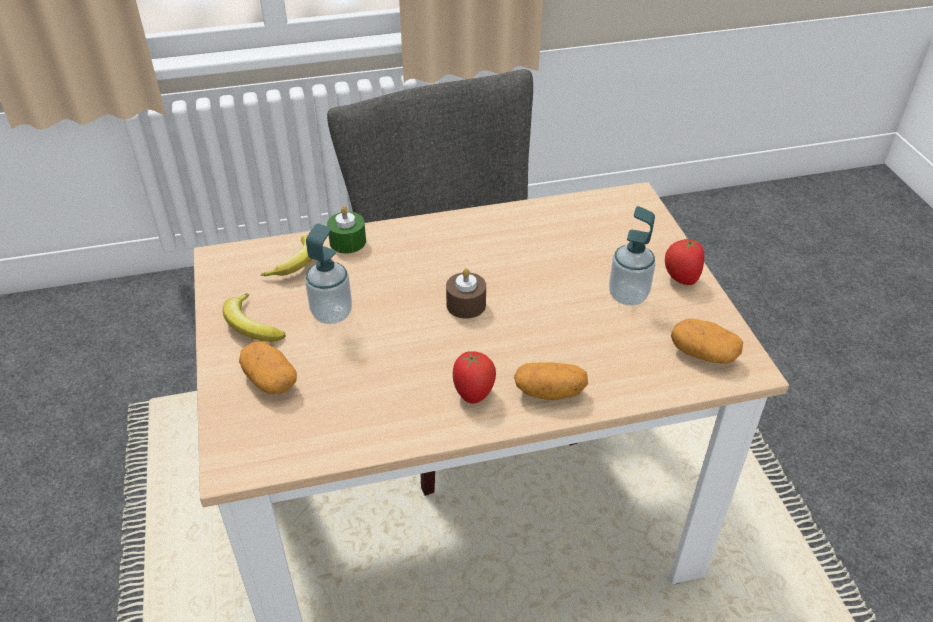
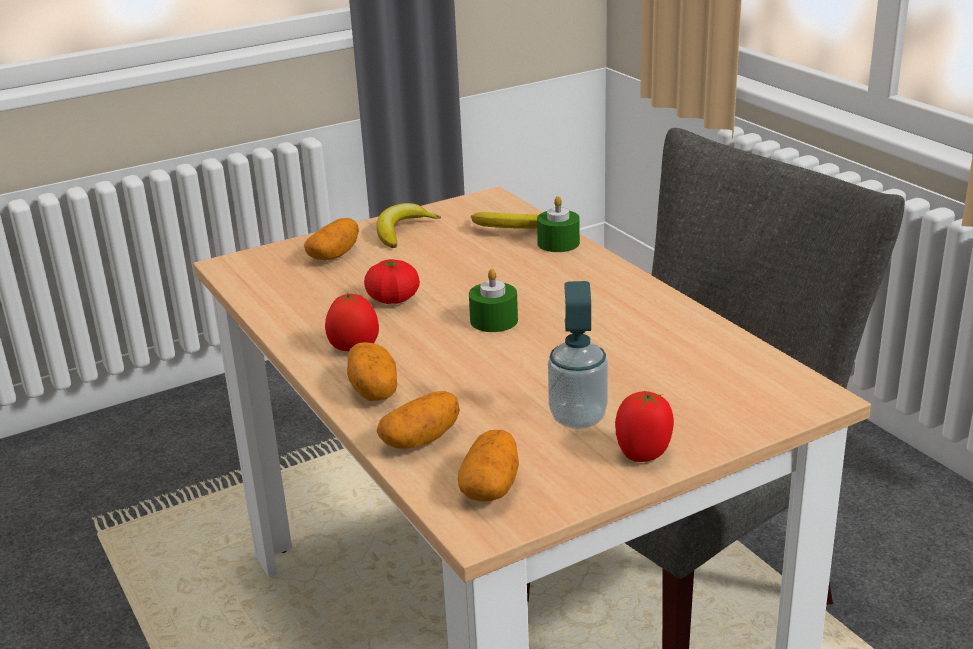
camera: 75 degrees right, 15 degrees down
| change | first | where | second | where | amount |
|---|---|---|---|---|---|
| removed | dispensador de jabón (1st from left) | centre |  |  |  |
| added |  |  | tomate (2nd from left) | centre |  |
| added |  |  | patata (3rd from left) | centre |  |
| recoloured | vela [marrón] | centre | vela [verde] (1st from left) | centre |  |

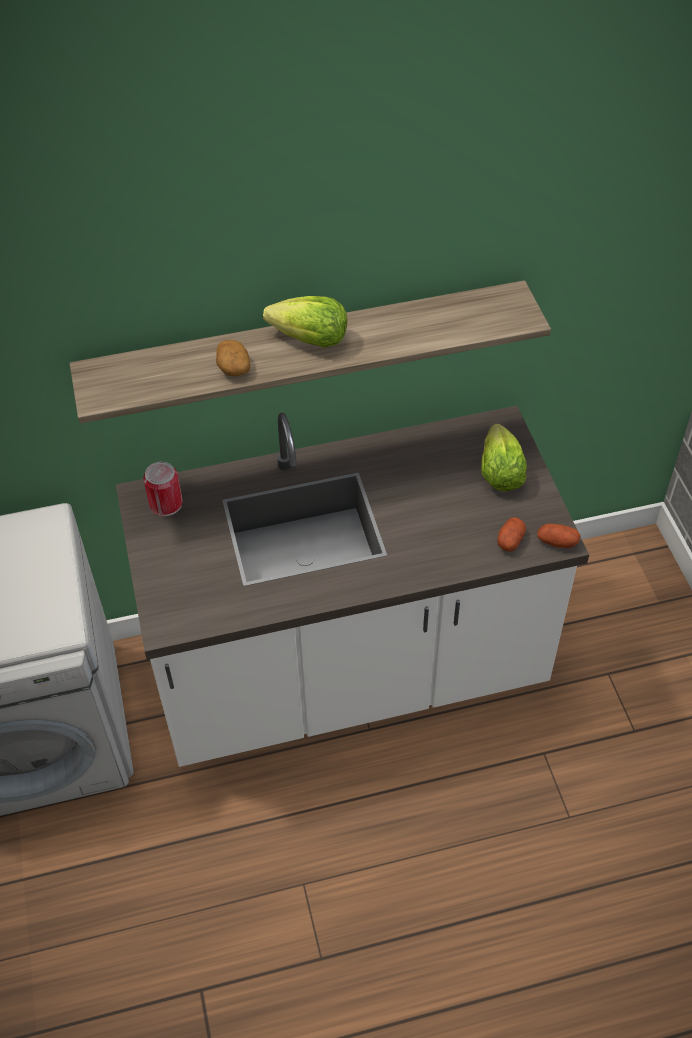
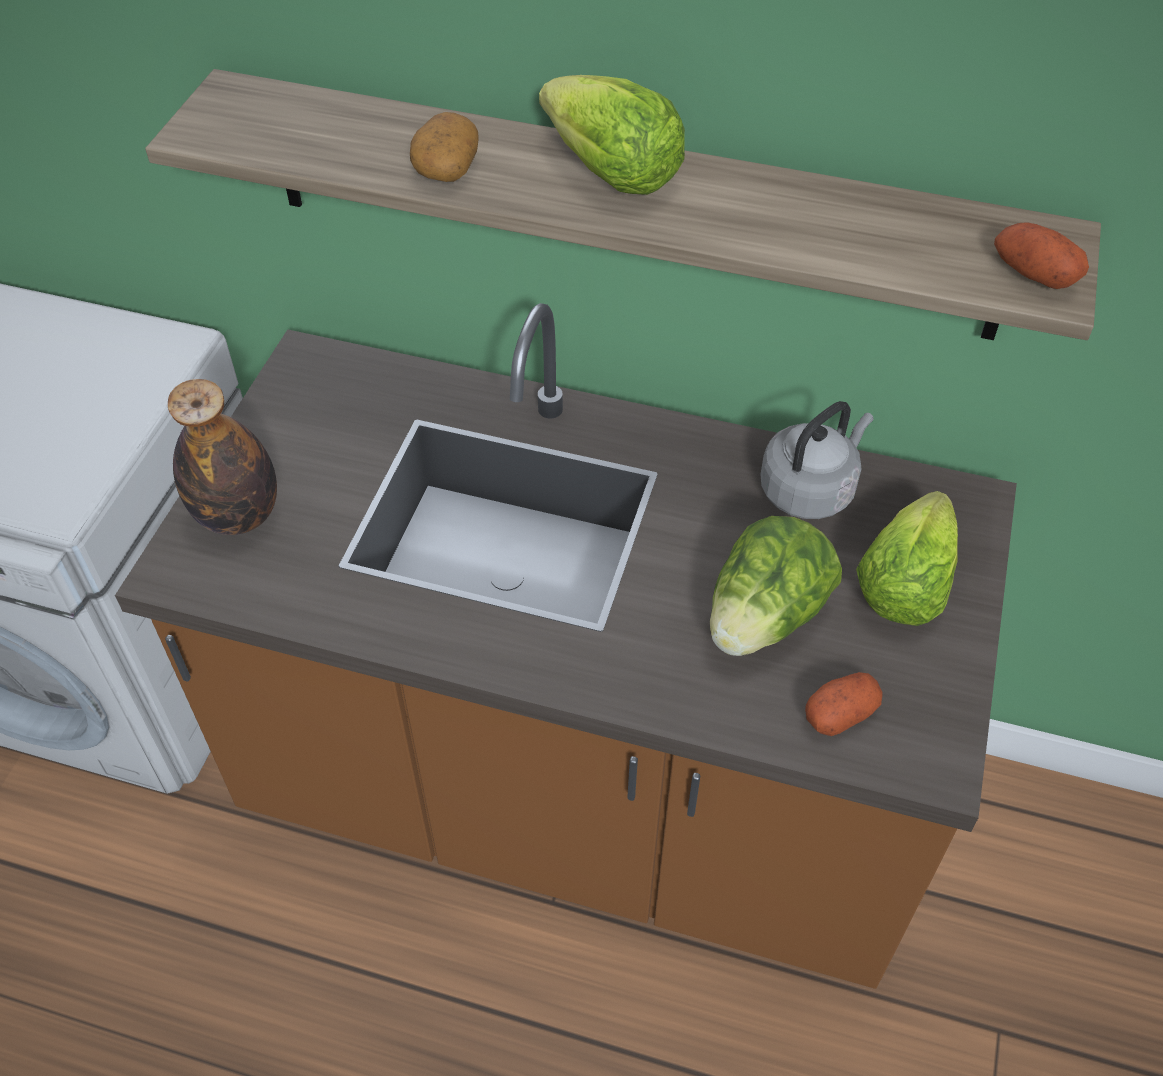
camera: 30 degrees right, 0 degrees up
| change | first | where | second | where | amount |
|---|---|---|---|---|---|
| removed | lata | middle left |  |  |  |
| added |  |  | botella | middle left |  |
| added |  |  | lechuga (2nd from left) | middle right |  |
| added |  |  | hervidor [gris] | middle right |  |
| moved | patata (3rd from left) | middle right |  | top right |  |
| recoloured | mueble bajo de cocina [blanco] | centre | mueble bajo de cocina [marrón] | centre |  |

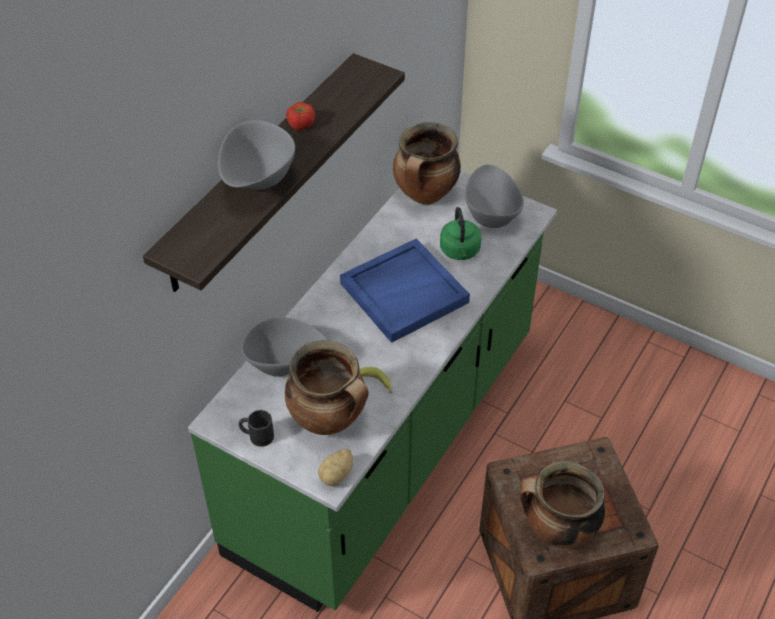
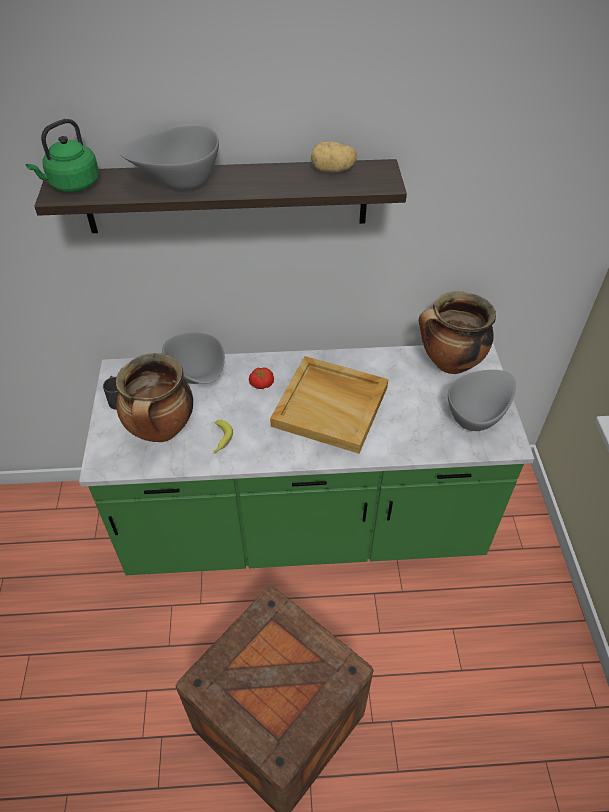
camera: 55 degrees right, 0 degrees up
| change | first | where | second | where | amount |
|---|---|---|---|---|---|
| removed | olla (3rd from left) | bottom right |  |  |  |
| moved | tomate | top centre |  | centre |  |
| moved | patata | bottom centre |  | top centre |  |
| moved | hervidor [verde] | centre |  | top left |  |
| recoloured | bandeja [azul] | centre | bandeja [beis] | centre |  |

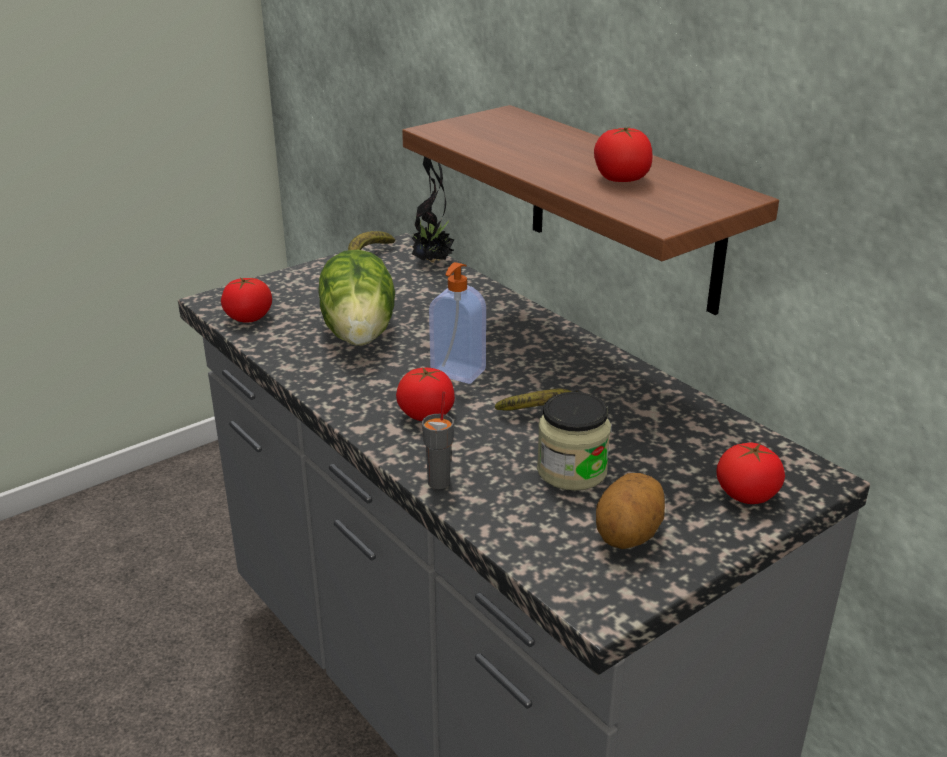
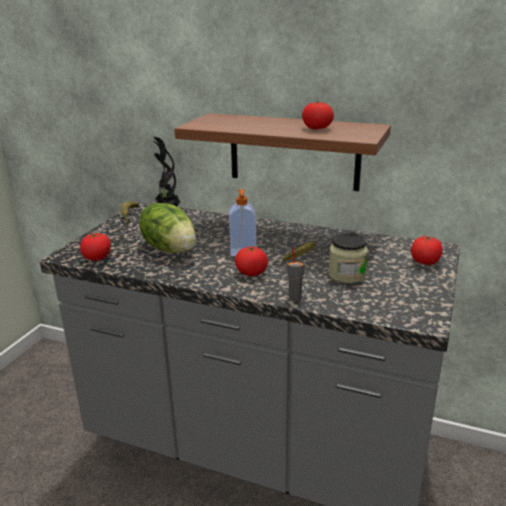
camera: 30 degrees left, 5 degrees down
| change | first | where | second | where | amount |
|---|---|---|---|---|---|
| removed | patata | bottom centre |  |  |  |

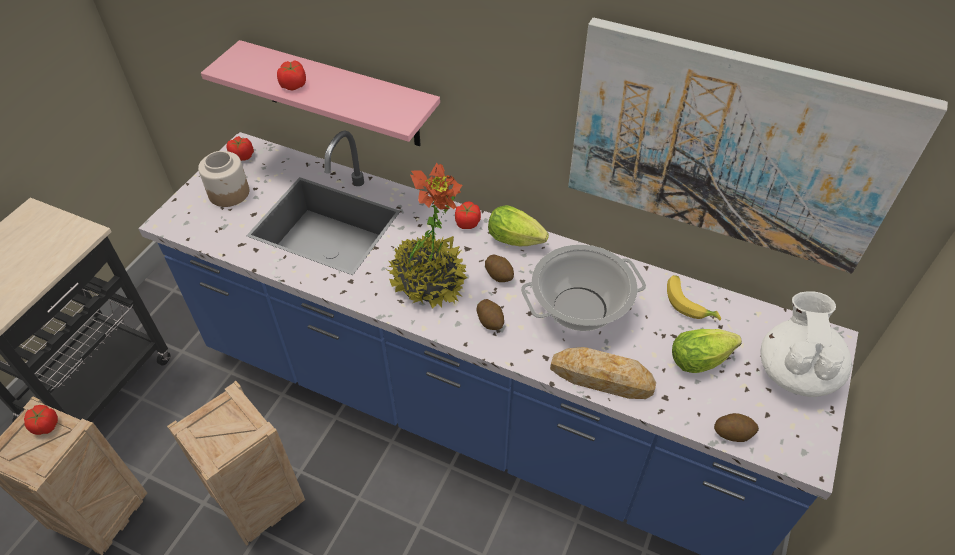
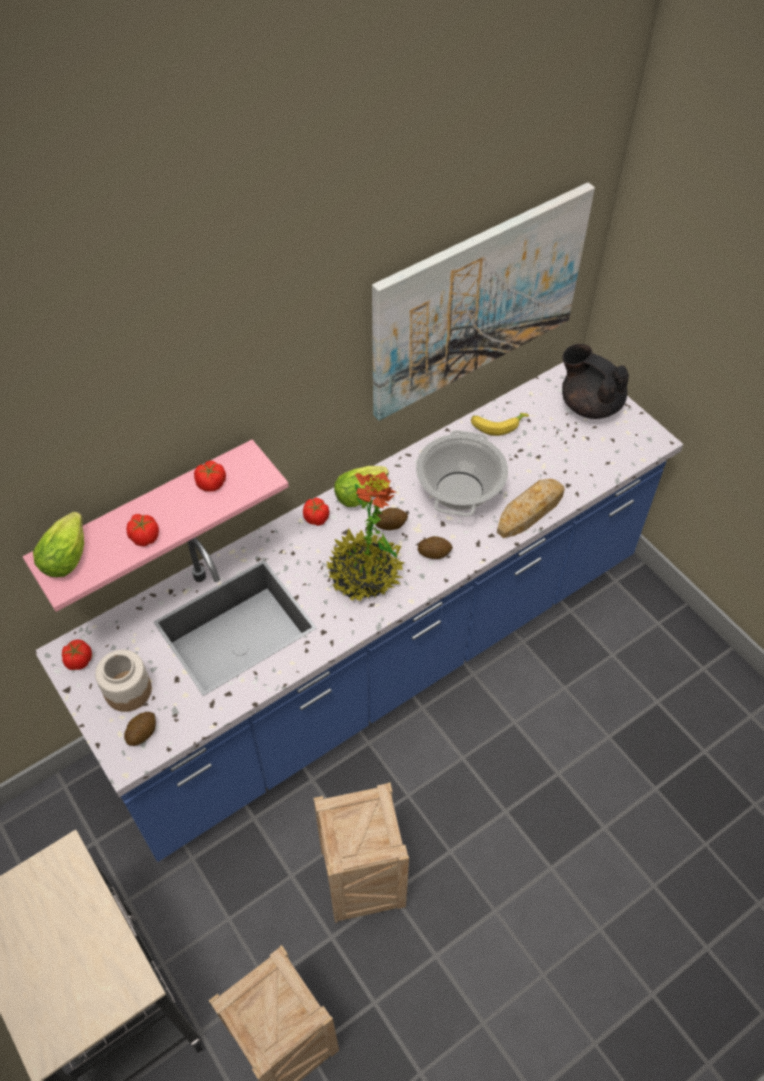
camera: 60 degrees left, 5 degrees up
| change | first | where | second | where | amount |
|---|---|---|---|---|---|
| moved | tomate (1st from left in the first image) | bottom left | tomate (3rd from left) | middle left |  |
| moved | lechuga (2nd from left in the first image) | middle right | lechuga (1st from left) | middle left |  |
| moved | patata (3rd from left in the first image) | bottom right | patata (1st from left) | bottom left |  |
| recoloured | tetera [blanco] | middle right | tetera [negro] | middle right |  |

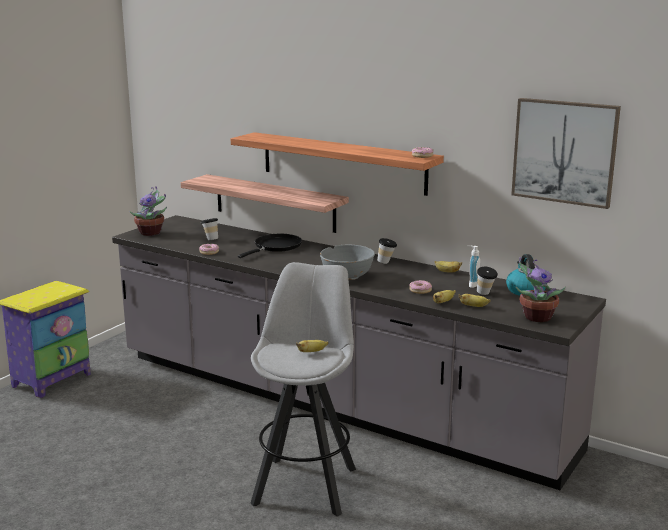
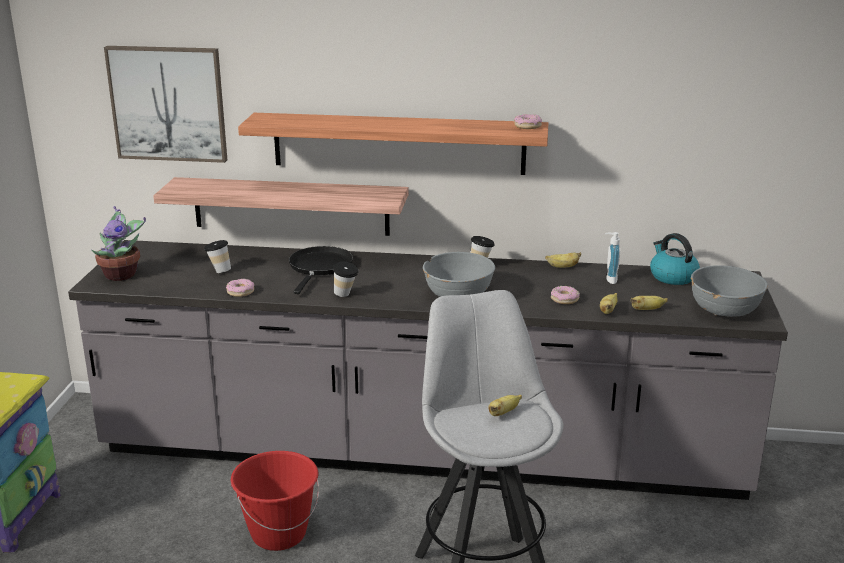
camera: 25 degrees left, 5 degrees up
| change | first | where | second | where | amount |
|---|---|---|---|---|---|
| added |  |  | cubo [rojo] | bottom left |  |
| moved | taza (3rd from left in the first image) | middle right | taza (2nd from left) | centre |  |
| moved | cuadro | top right |  | top left |  |
| replaced | planta en maceta (2nd from left) | middle right | cuenco [gris] (2nd from left) | middle right |  |

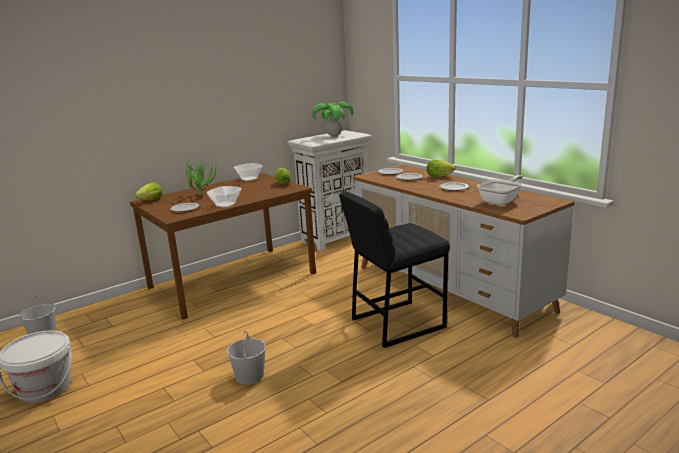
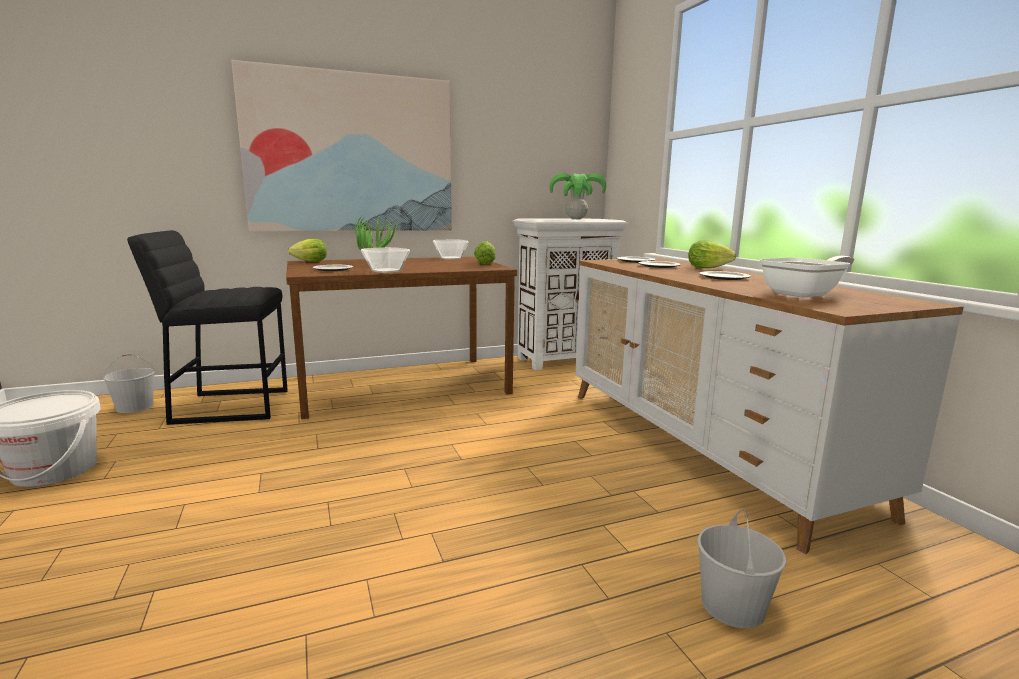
camera: 15 degrees right, 5 degrees down
| change | first | where | second | where | amount |
|---|---|---|---|---|---|
| added |  |  | cuadro | top centre |  |
| moved | cubo [blanco] (3rd from left) | bottom centre |  | bottom right |  |
| moved | silla [negro] | centre |  | middle left |  |

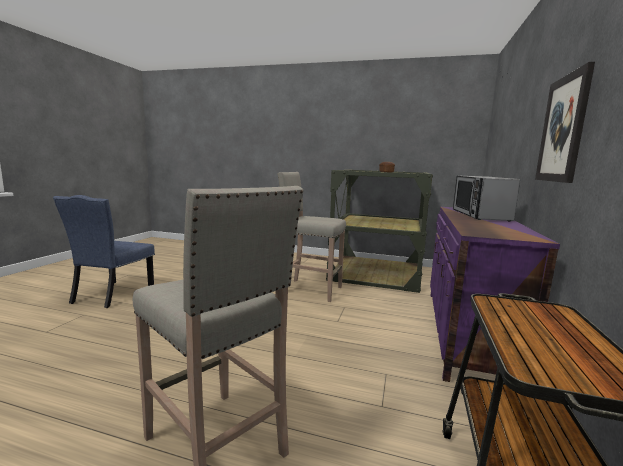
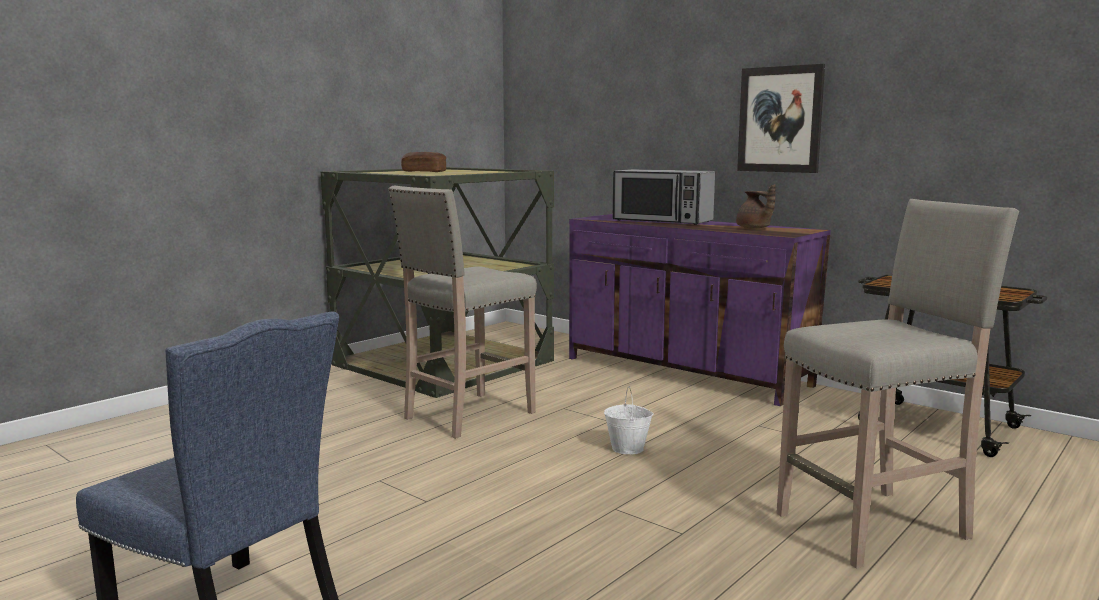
camera: 65 degrees left, 0 degrees up
| change | first | where | second | where | amount |
|---|---|---|---|---|---|
| added |  |  | cubo [blanco] | bottom centre |  |
| added |  |  | tetera [marrón] | middle right |  |

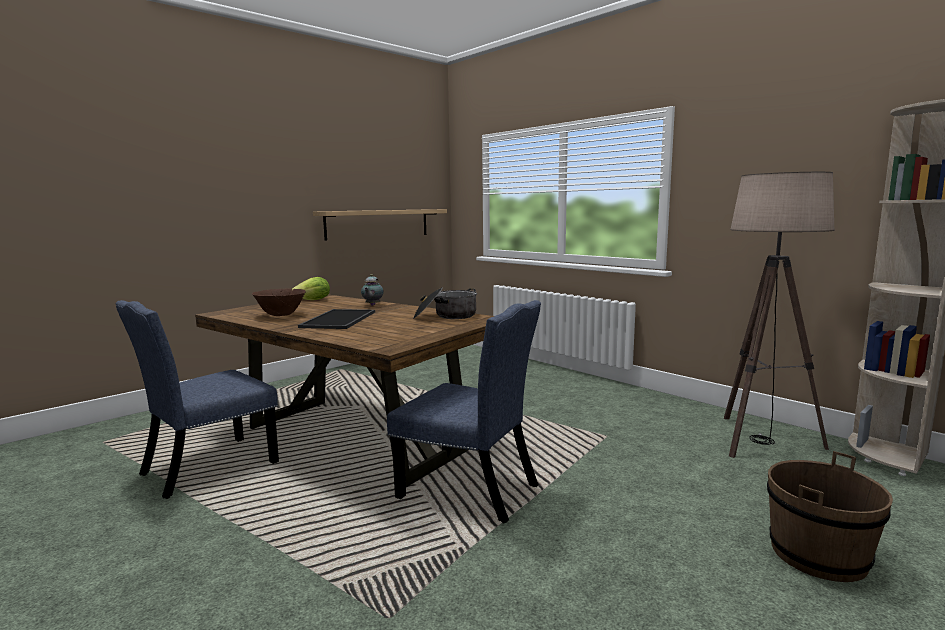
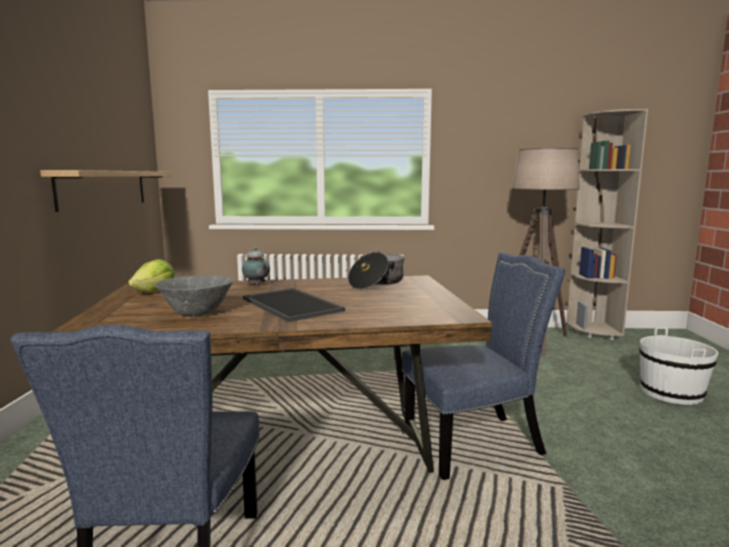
camera: 45 degrees left, 0 degrees up
| change | first | where | second | where | amount |
|---|---|---|---|---|---|
| recoloured | cuenco [marrón] | middle left | cuenco [gris] | middle left |  |
| recoloured | cubo [marrón] | bottom right | cubo [blanco] | bottom right |  |

